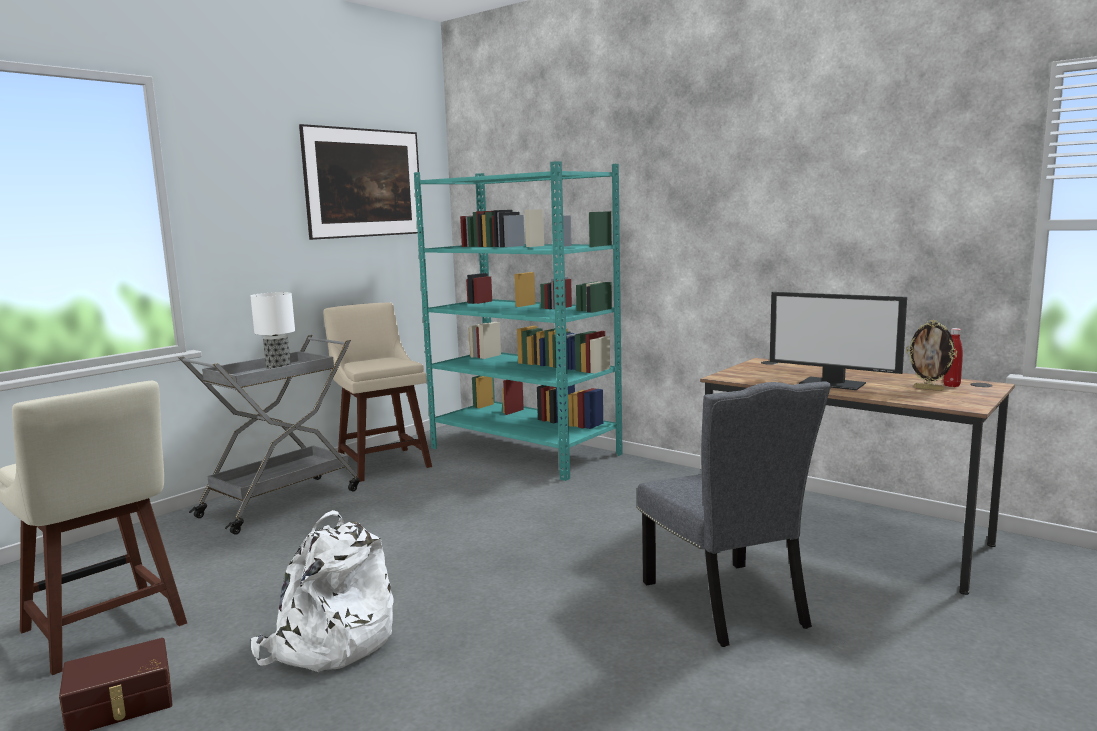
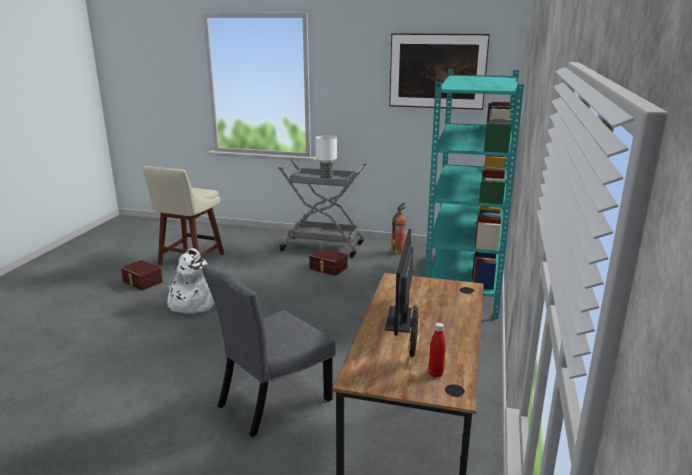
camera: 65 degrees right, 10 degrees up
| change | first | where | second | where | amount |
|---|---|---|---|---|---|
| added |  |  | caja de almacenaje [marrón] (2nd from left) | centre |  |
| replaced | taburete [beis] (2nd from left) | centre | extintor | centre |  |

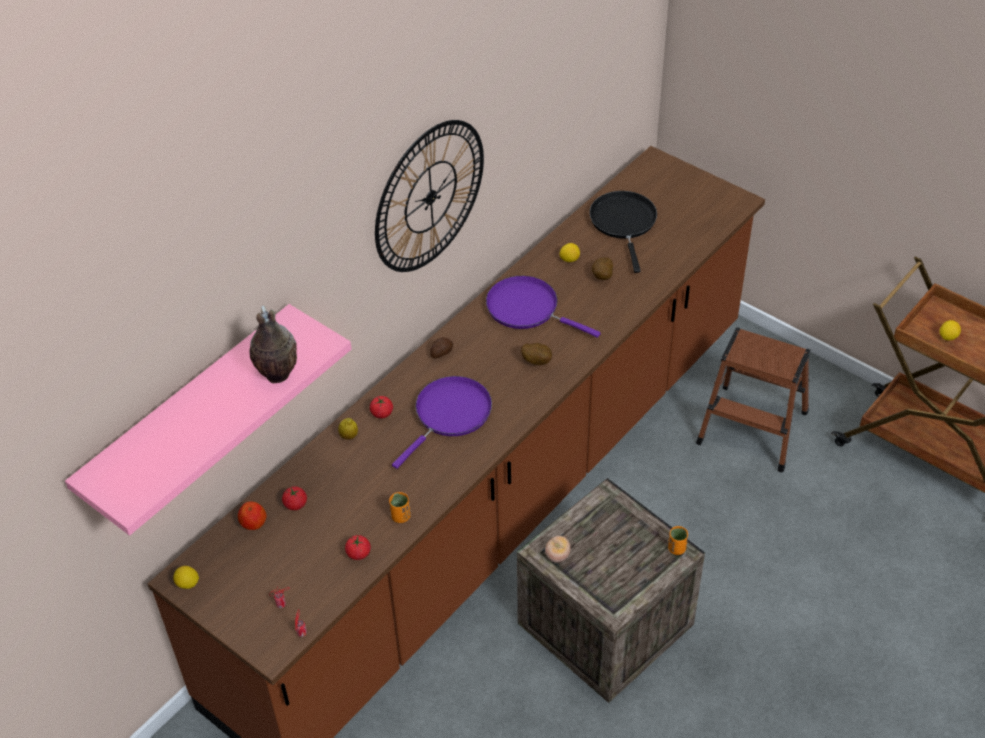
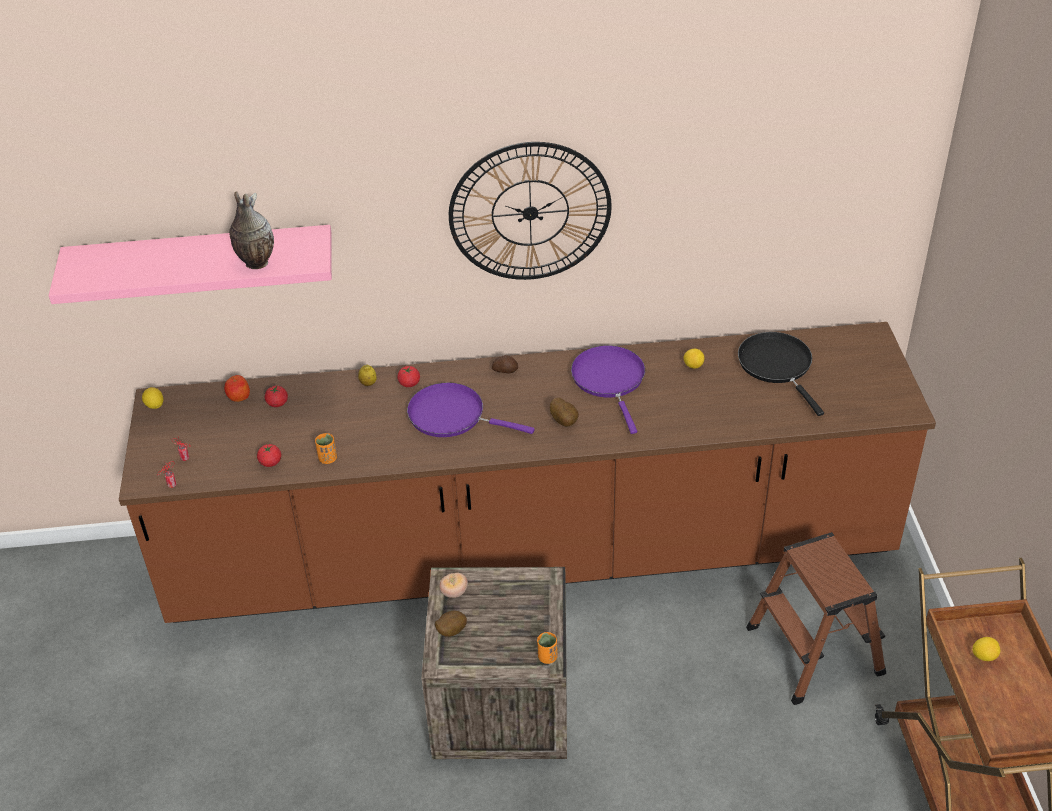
camera: 45 degrees right, 5 degrees down
| change | first | where | second | where | amount |
|---|---|---|---|---|---|
| moved | patata (3rd from left in the first image) | centre | patata (1st from left) | bottom centre |  |
| turned | sartén [morado] (1st from left) | centre |  | centre | 150 degrees counterclockwise |
| turned | sartén [negro] | top centre |  | middle right | 60 degrees counterclockwise |

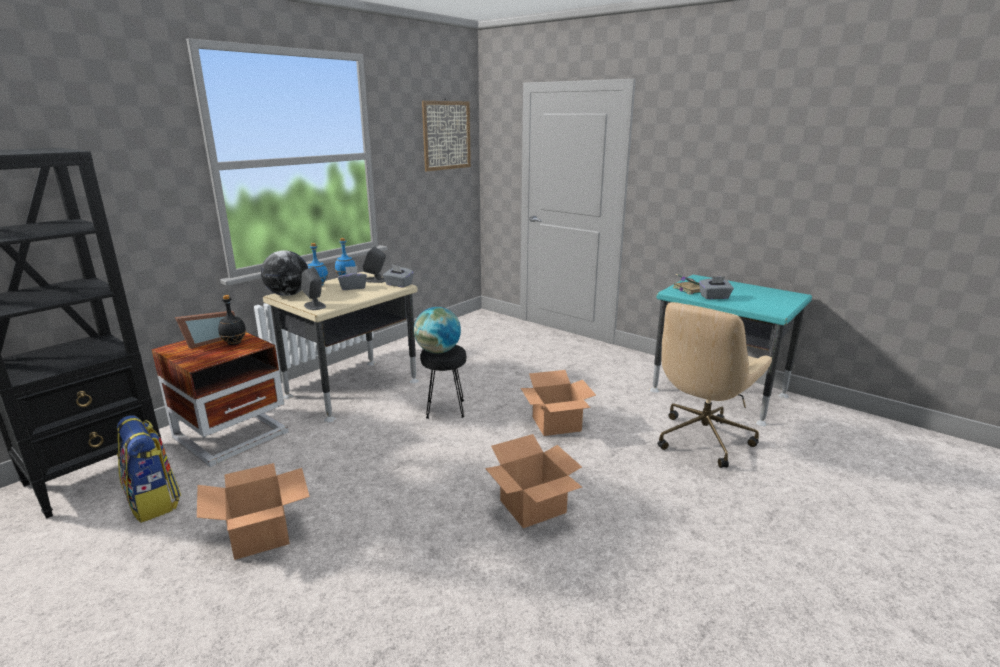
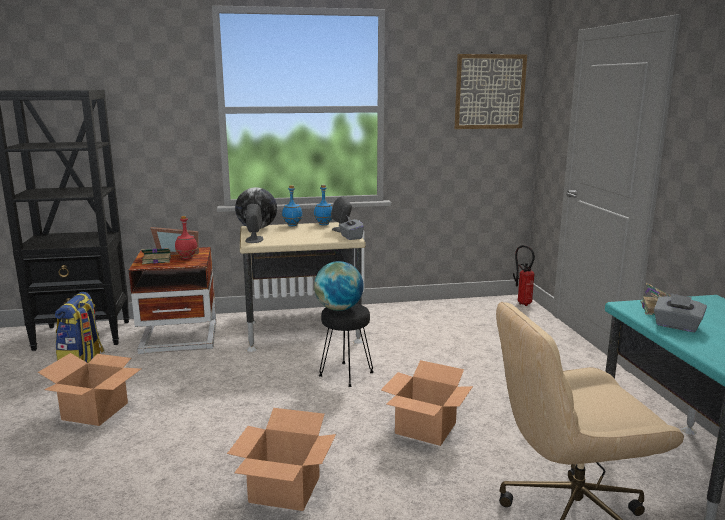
camera: 40 degrees right, 5 degrees down
| change | first | where | second | where | amount |
|---|---|---|---|---|---|
| removed | caja de pañuelos [gris] (1st from left) | centre |  |  |  |
| added |  |  | libro (1st from left) | middle left |  |
| added |  |  | extintor | middle right |  |
| recoloured | botella [negro] | middle left | botella [rojo] | middle left |  |

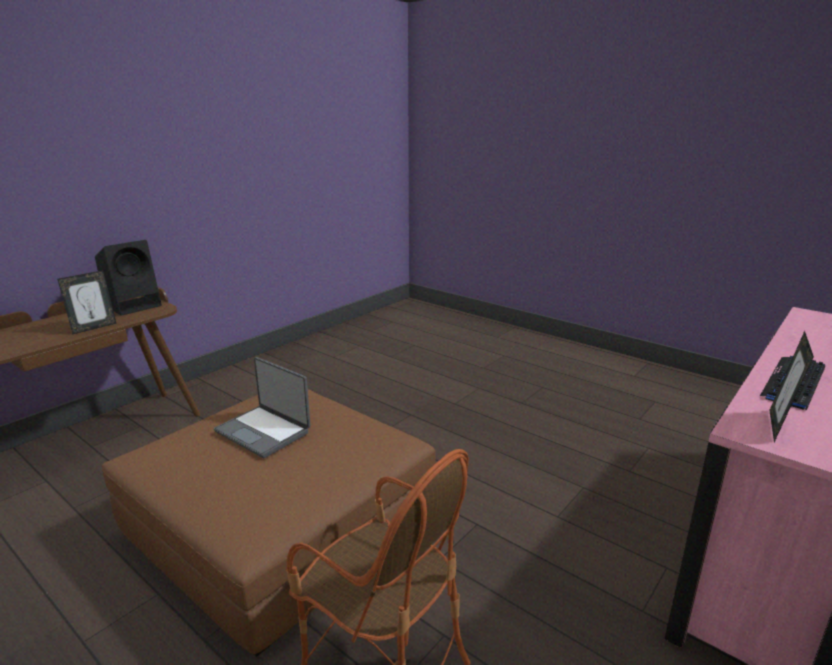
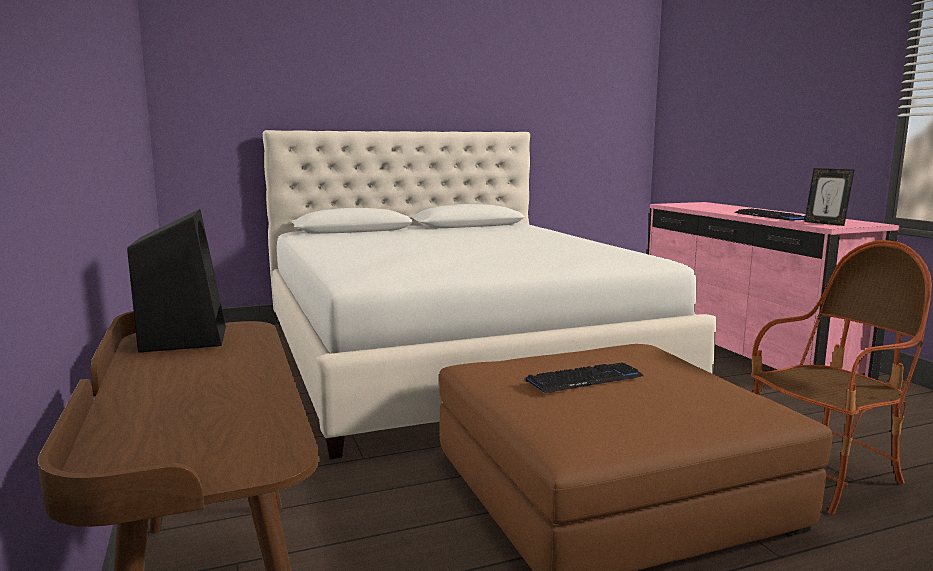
camera: 60 degrees left, 10 degrees down
| change | first | where | second | where | amount |
|---|---|---|---|---|---|
| removed | portarretratos (1st from left) | middle left |  |  |  |
| added |  |  | cama [blanco] | centre |  |
| replaced | portátil | middle left | teclado (1st from left) | centre |  |

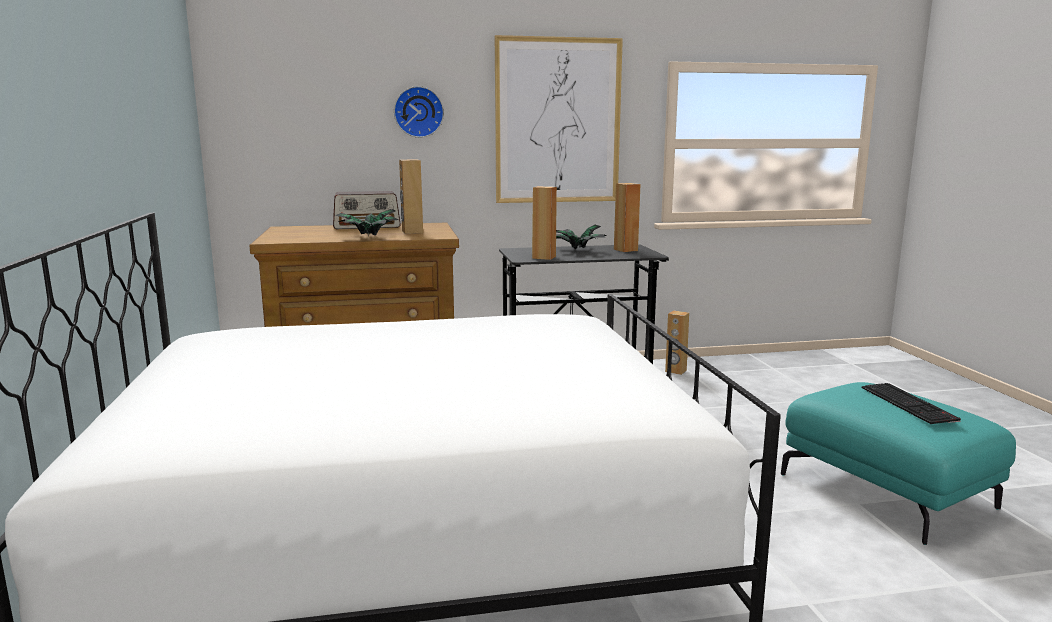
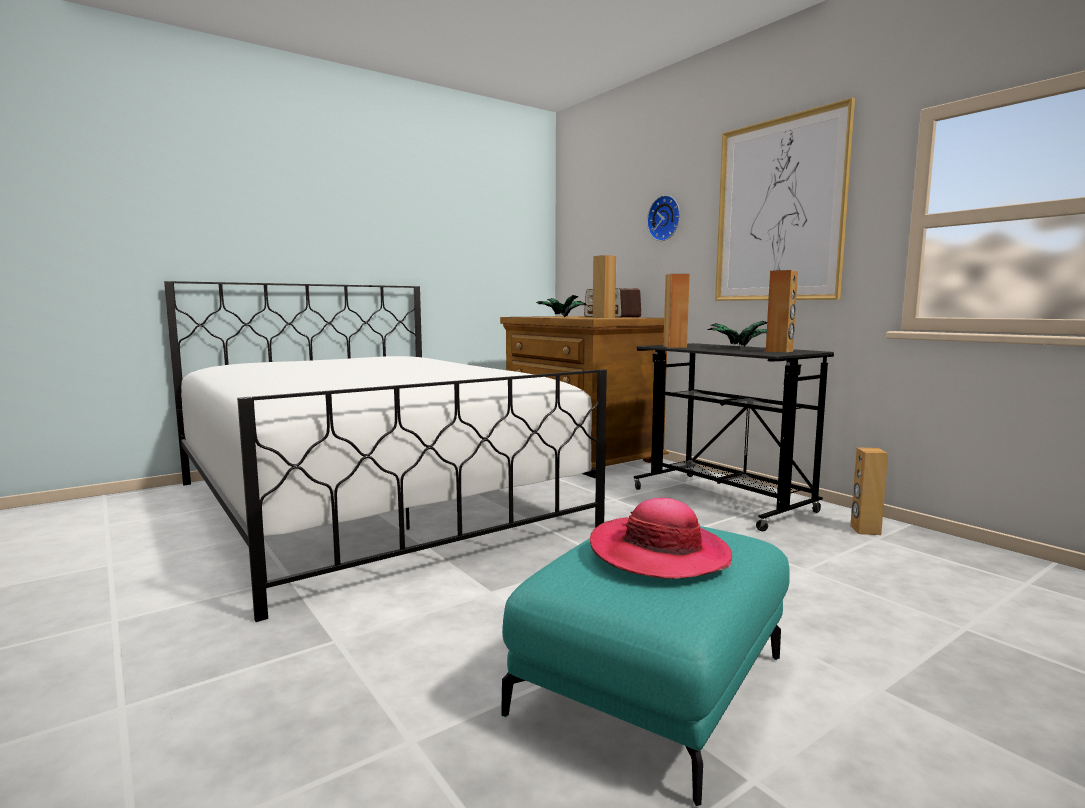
camera: 65 degrees right, 5 degrees down
| change | first | where | second | where | amount |
|---|---|---|---|---|---|
| replaced | teclado | middle right | sombrero | centre |  |

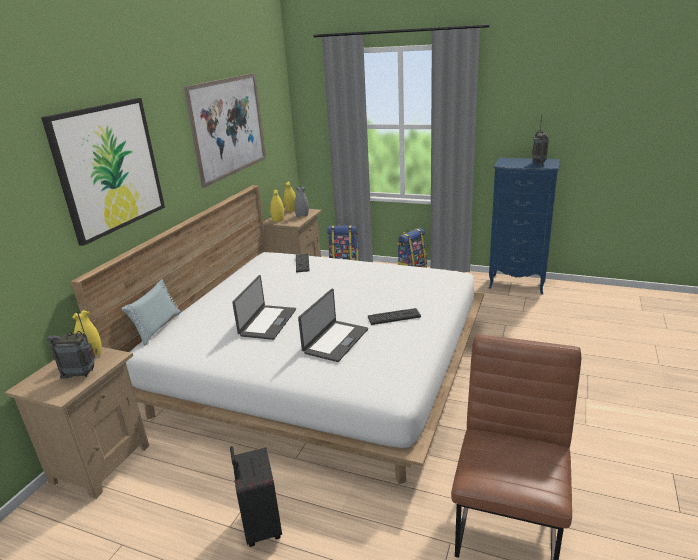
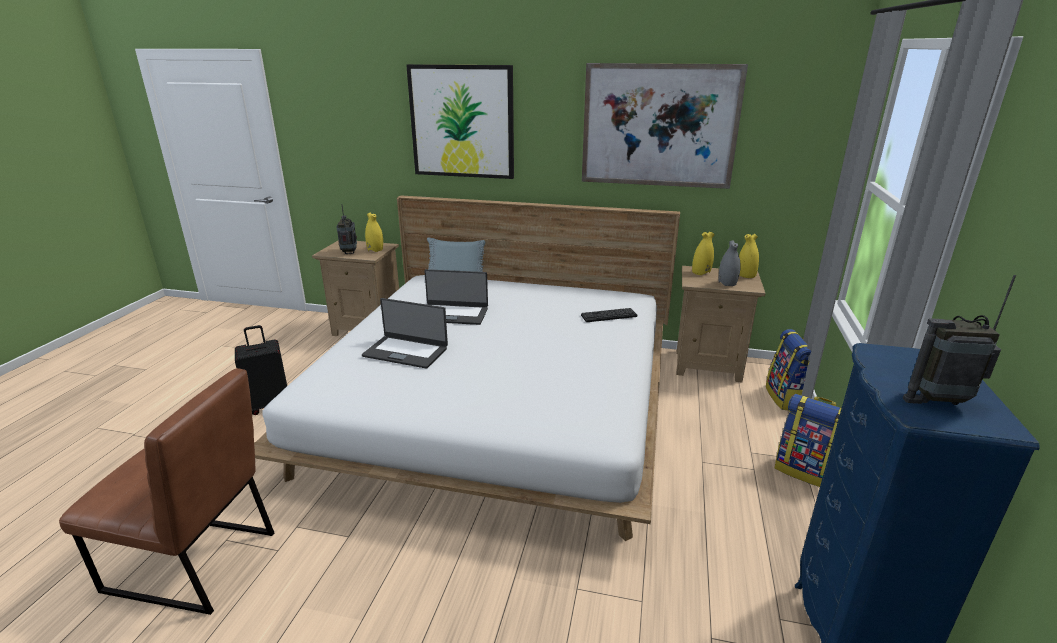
camera: 80 degrees right, 0 degrees up
| change | first | where | second | where | amount |
|---|---|---|---|---|---|
| removed | teclado (2nd from left) | centre |  |  |  |

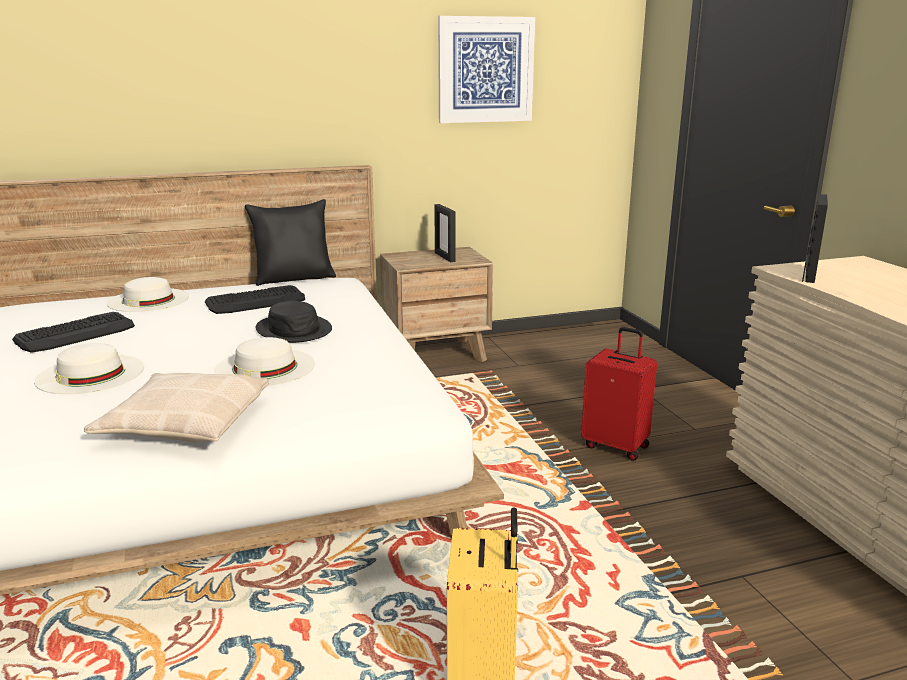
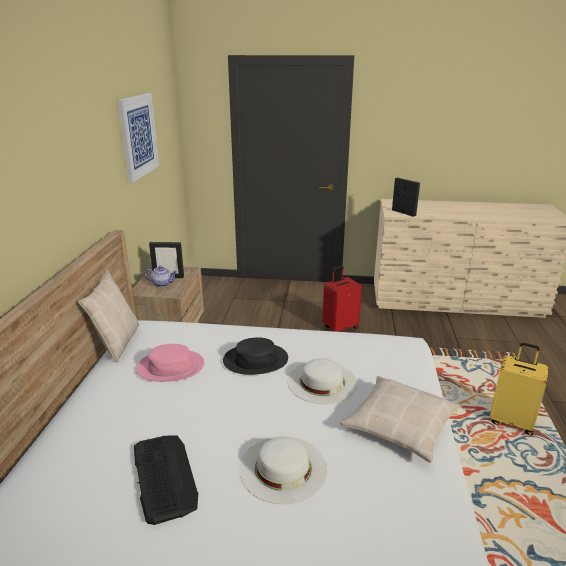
camera: 65 degrees left, 5 degrees up
| change | first | where | second | where | amount |
|---|---|---|---|---|---|
| removed | sombrero [blanco] (2nd from left) | middle left |  |  |  |
| added |  |  | tetera | middle left |  |
| replaced | teclado (2nd from left) | middle left | sombrero [rosa] | middle left |  |
| recoloured | cojín [negro] | middle left | cojín [beis] (1st from left) | middle left |  |

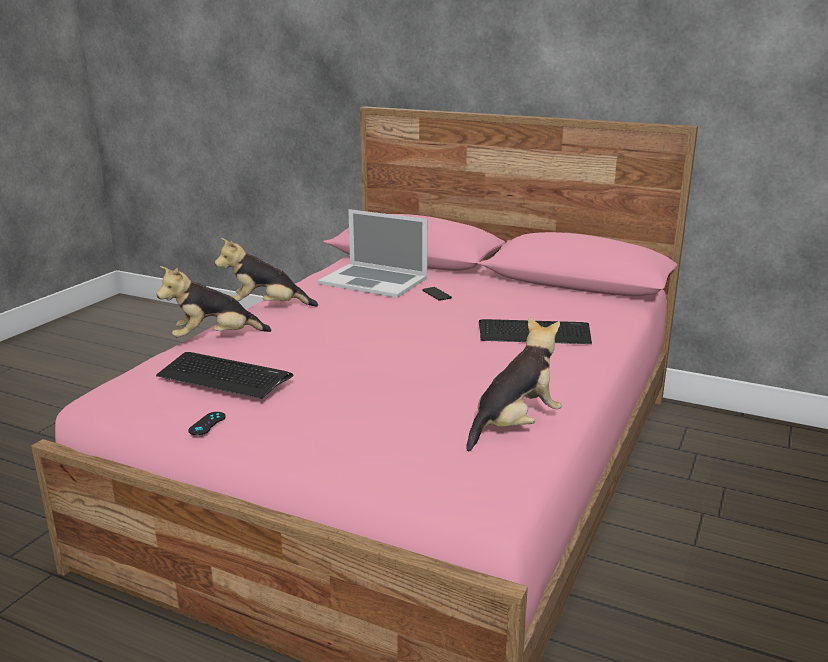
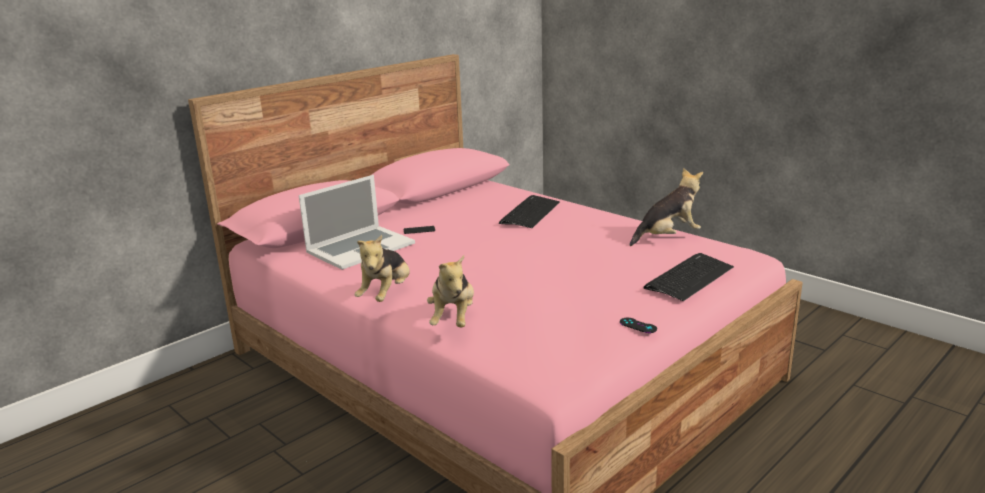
camera: 70 degrees left, 0 degrees up
| change | first | where | second | where | amount |
|---|---|---|---|---|---|
| moved | teclado (1st from left in the first image) | middle left | teclado (2nd from left) | middle right |  |
| turned | peluche (3rd from left) | centre |  | middle right | 90 degrees clockwise |

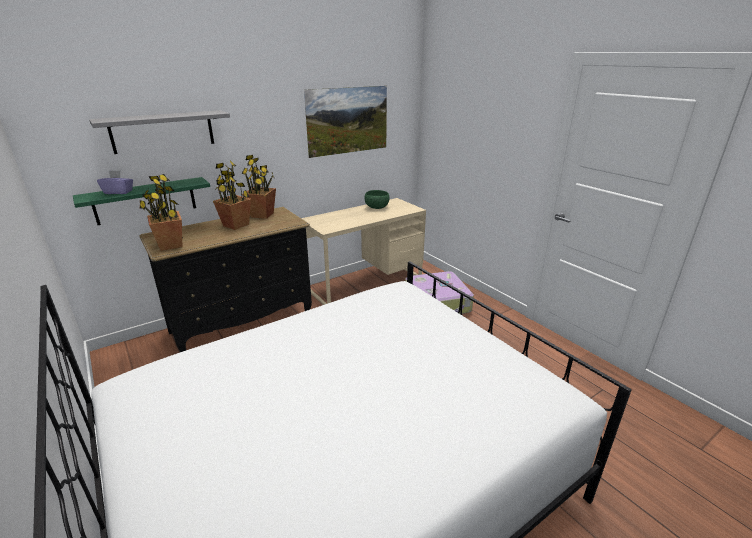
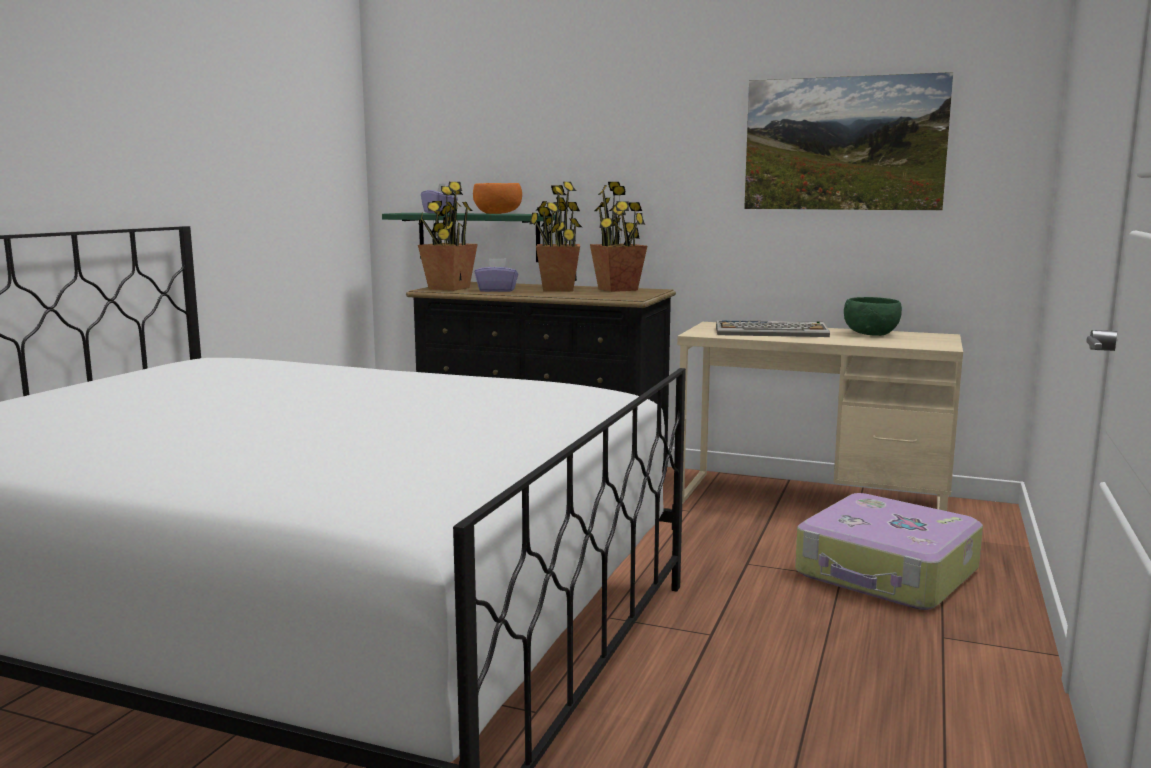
camera: 55 degrees right, 15 degrees down
| change | first | where | second | where | amount |
|---|---|---|---|---|---|
| removed | estante [gris] | top left |  |  |  |
| added |  |  | cuenco [naranja] | top centre |  |
| added |  |  | caja de pañuelos [morado] (2nd from left) | centre |  |
| added |  |  | teclado | middle right |  |

